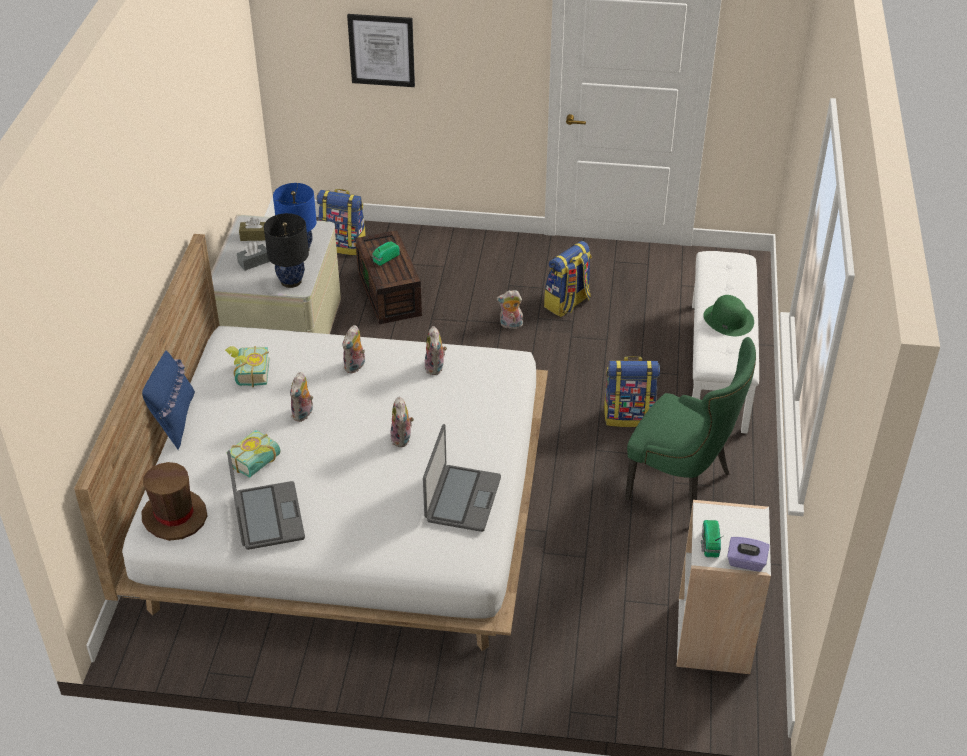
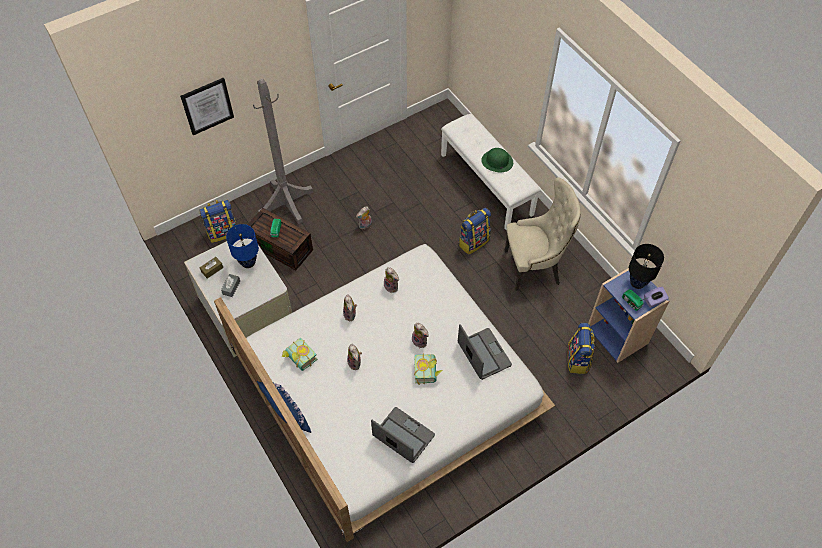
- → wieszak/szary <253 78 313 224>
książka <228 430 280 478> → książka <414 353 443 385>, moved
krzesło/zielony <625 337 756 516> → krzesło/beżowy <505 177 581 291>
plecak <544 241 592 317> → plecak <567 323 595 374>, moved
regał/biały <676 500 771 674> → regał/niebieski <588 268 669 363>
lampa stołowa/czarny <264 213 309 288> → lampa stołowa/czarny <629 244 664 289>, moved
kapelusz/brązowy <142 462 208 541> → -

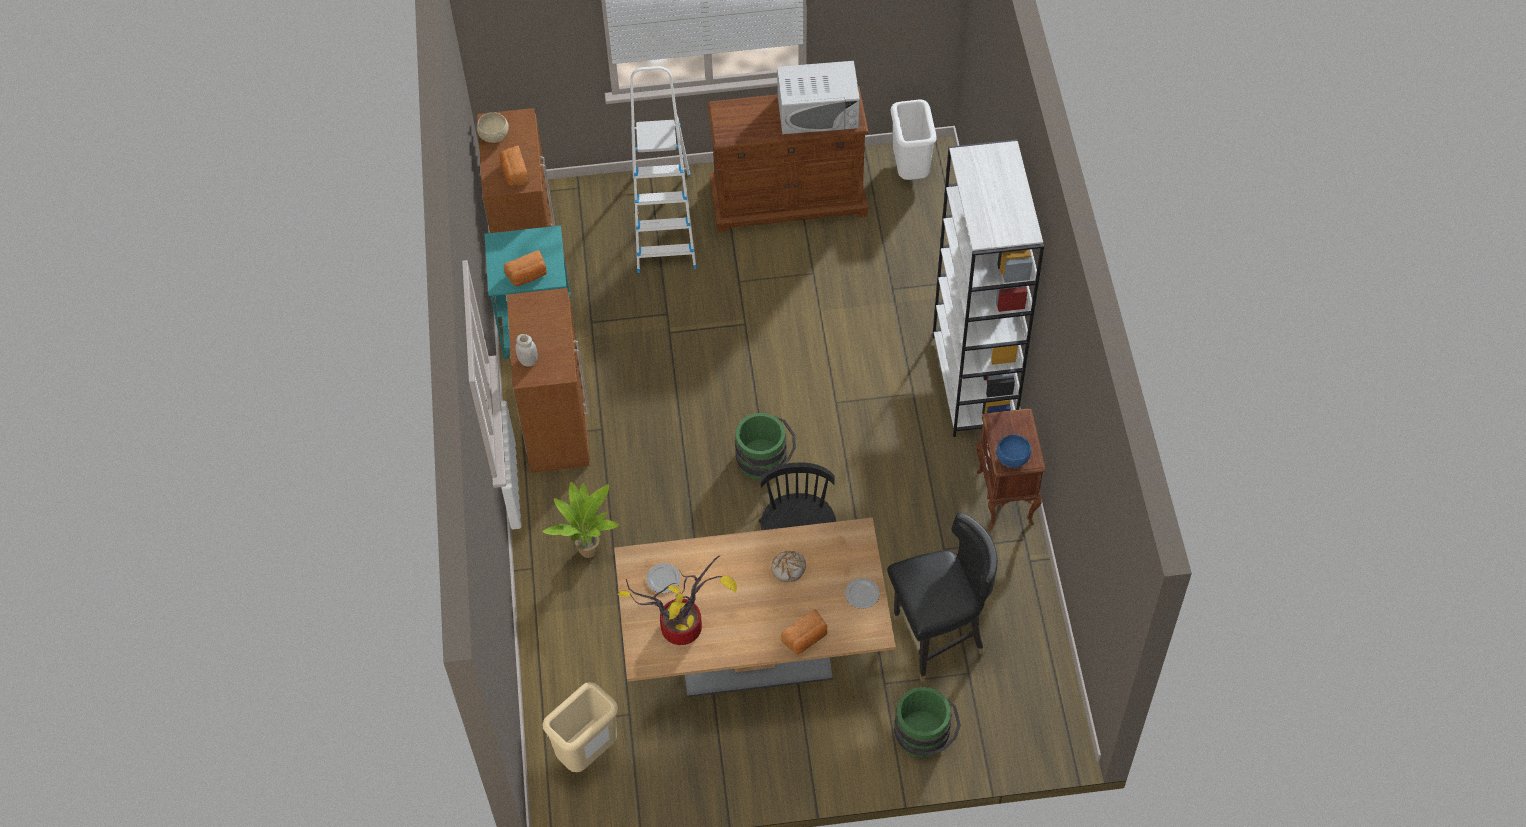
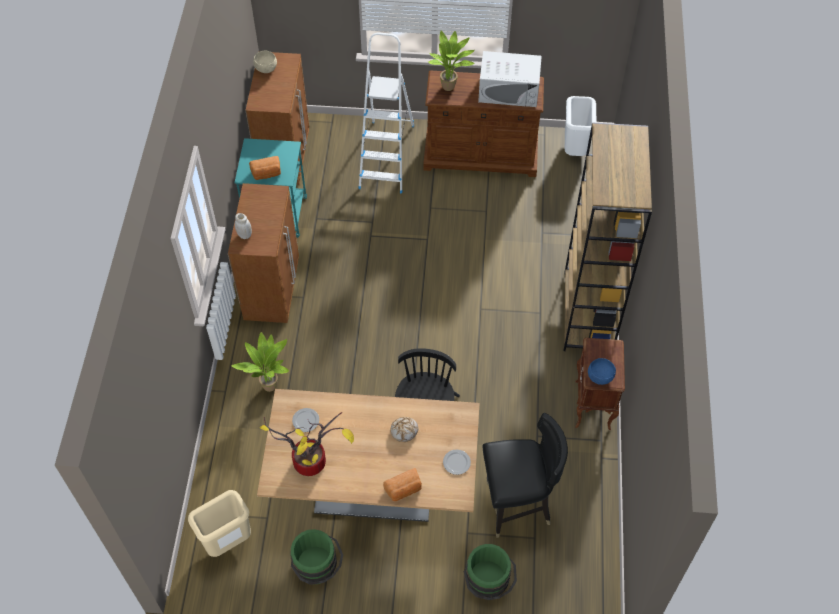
wiadro/zielony <735 413 796 479> → wiadro/zielony <290 529 343 585>, moved
- → roślina doniczkowa <428 30 475 91>
regał/biały <932 139 1044 437> → regał/brązowy <564 123 652 351>
chleb <499 146 529 186> → -

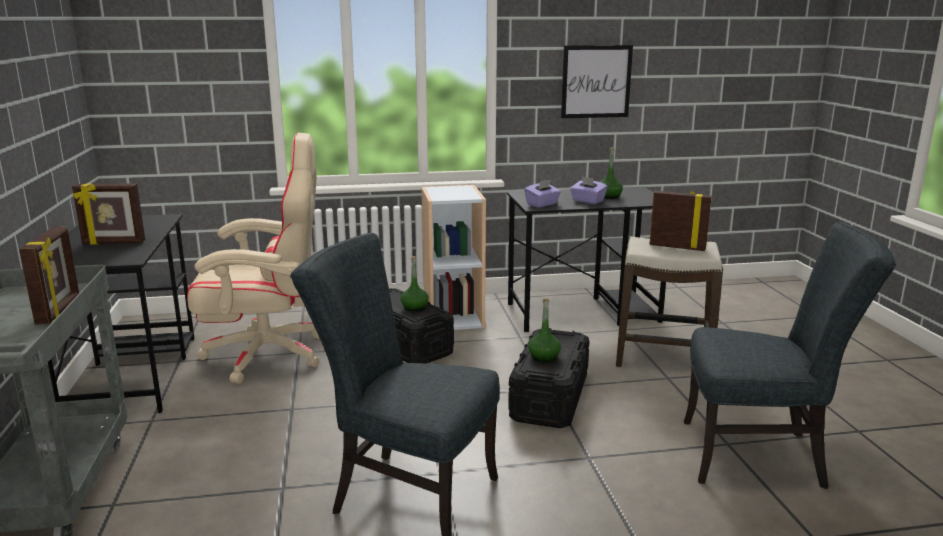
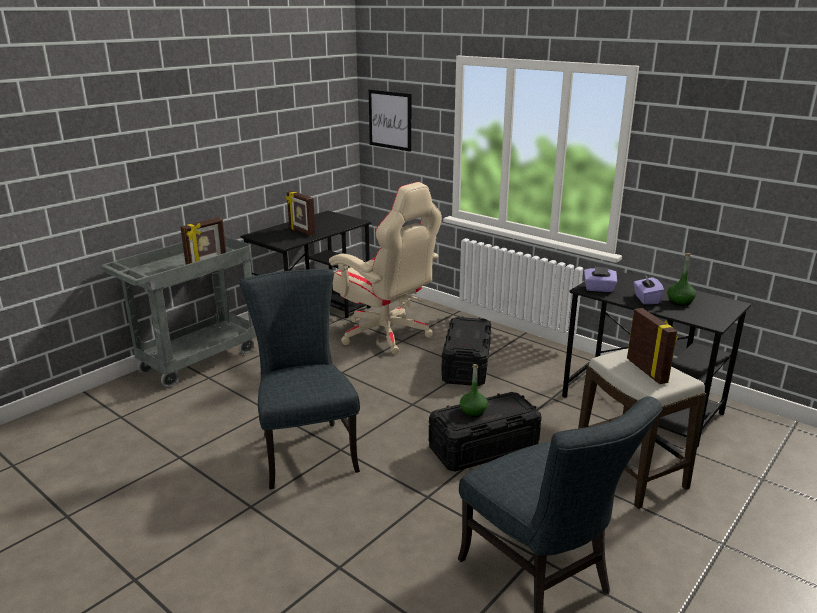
obraz <561 45 633 118> → obraz <369 90 411 152>, moved
butelka/zielony <401 256 429 311> → -
regał <421 185 486 330> → -

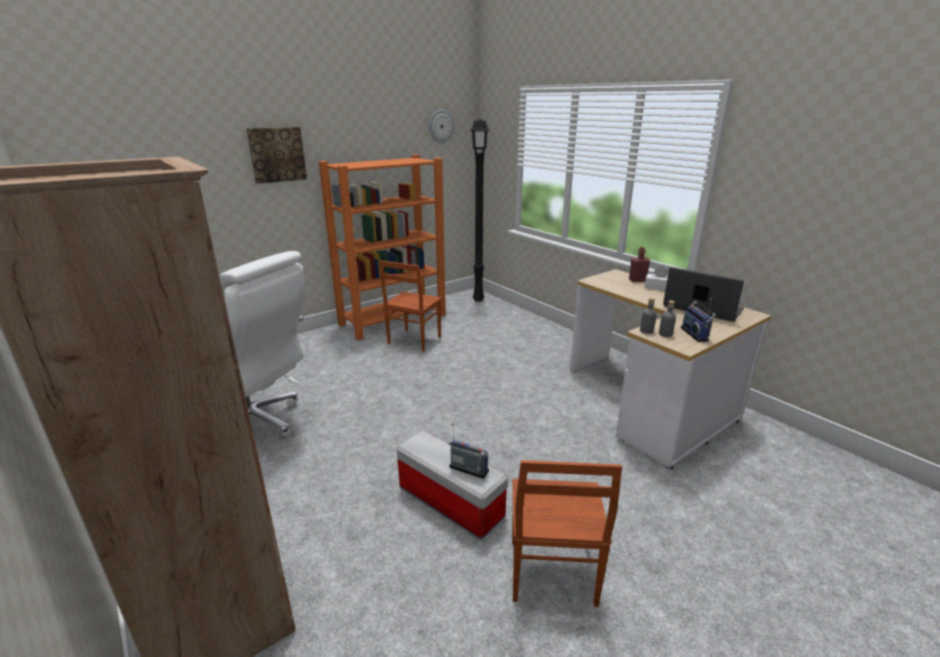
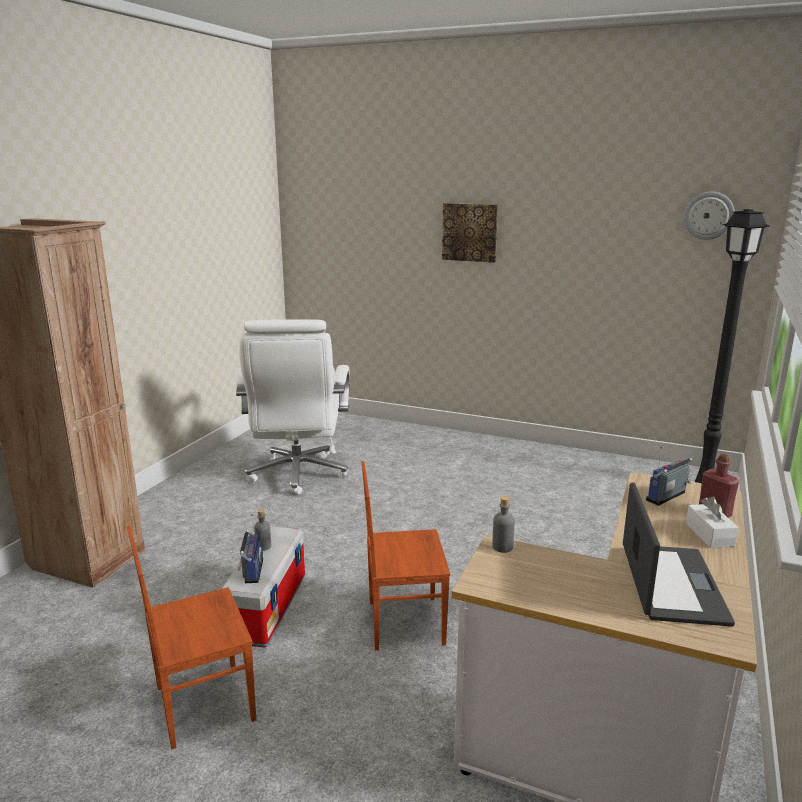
butelka/szary <659 300 676 337> → butelka/szary <254 509 271 551>, moved
krzesło/brązowy <380 260 441 352> → krzesło/brązowy <362 461 450 650>, moved
radio <681 298 716 342> → radio <646 446 693 506>, moved
regał/pomarańczowy <319 154 446 340> → -

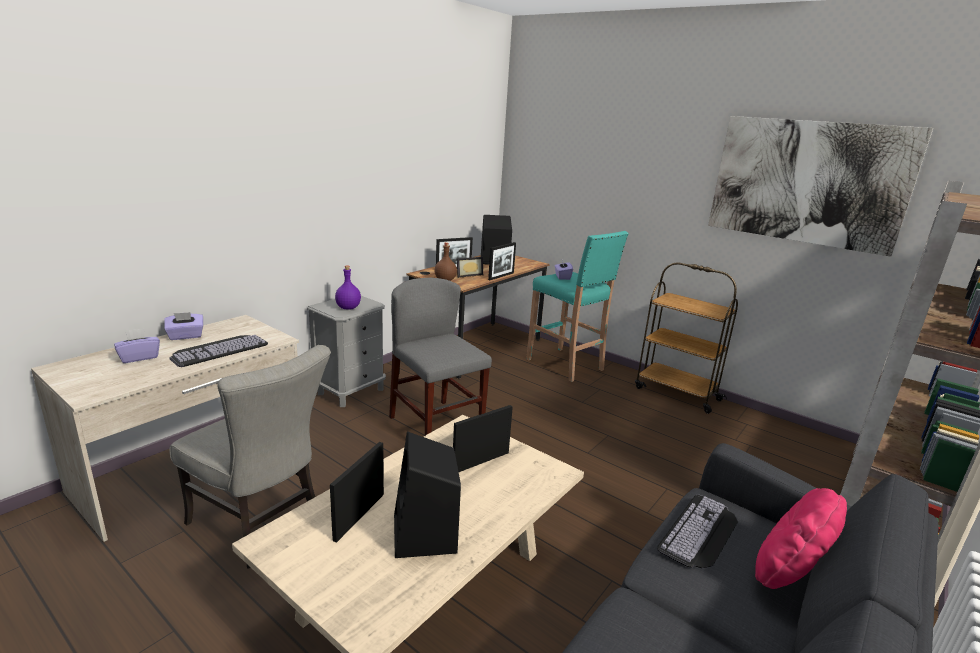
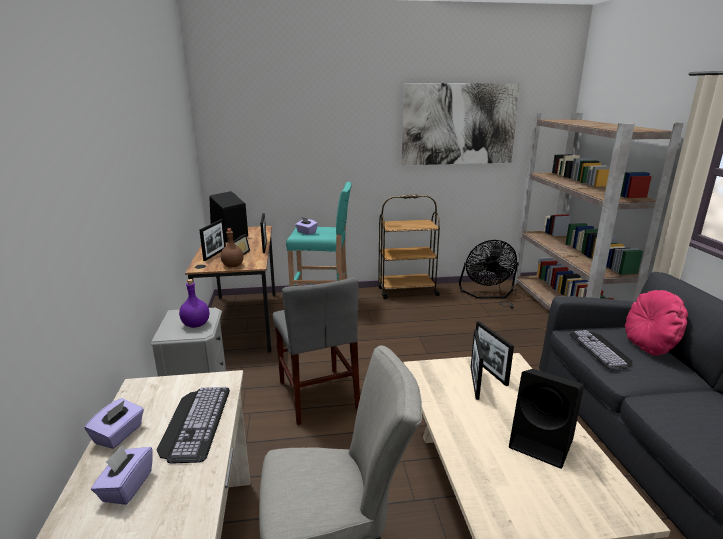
krzesło/szary <389 278 492 435> → krzesło/szary <273 277 360 425>, 120 degrees counterclockwise
- → wentylator/czarny <459 240 519 308>
ramka na zdjęcie <330 442 384 543> → ramka na zdjęcie <476 321 514 386>, moved

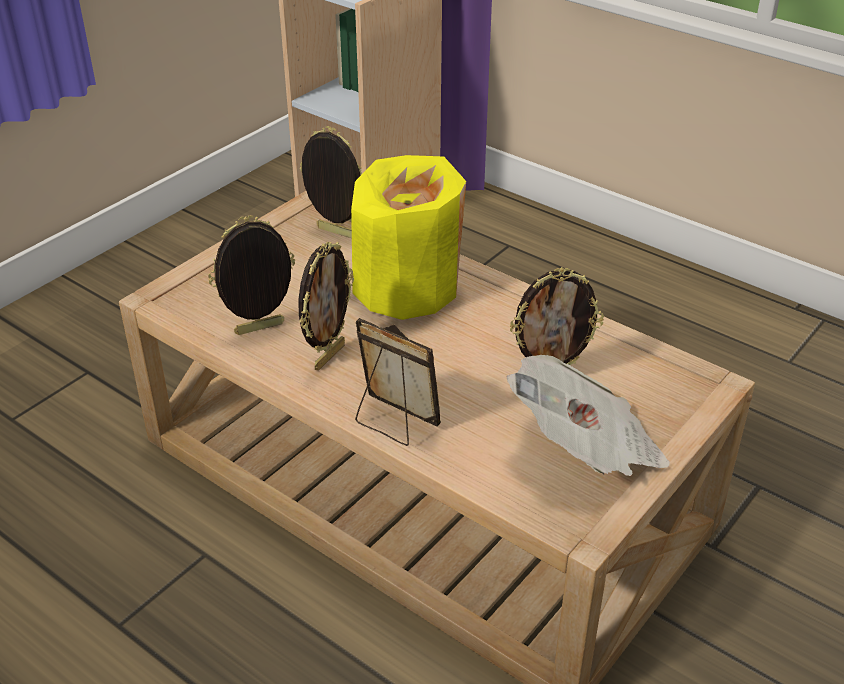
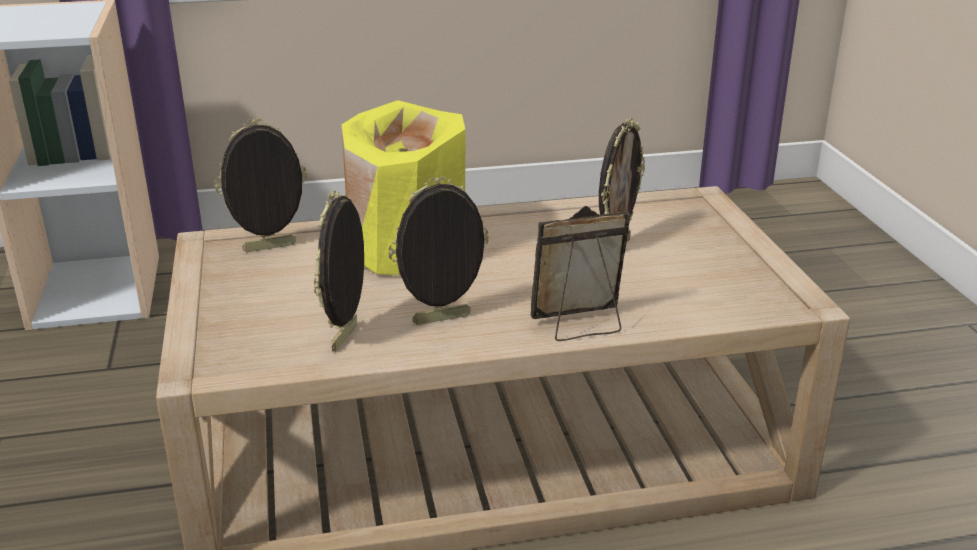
ramka na zdjęcie <299 241 354 371> → ramka na zdjęcie <388 177 489 325>, 90 degrees counterclockwise
gazeta <507 355 670 476> → -

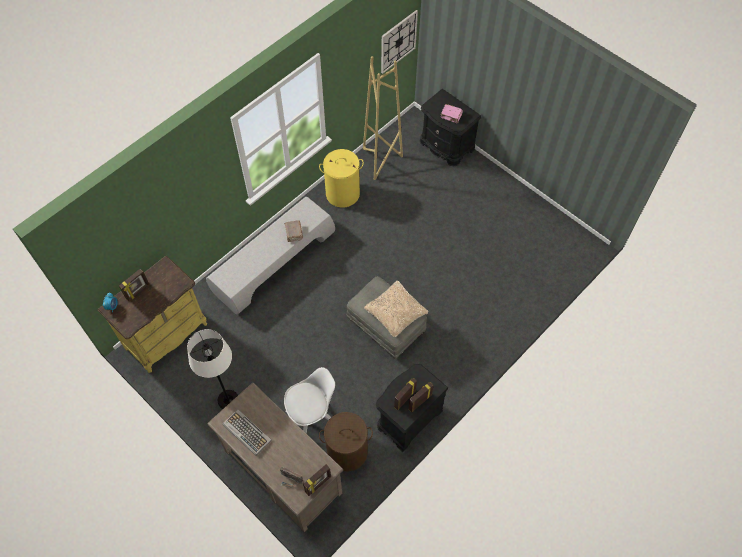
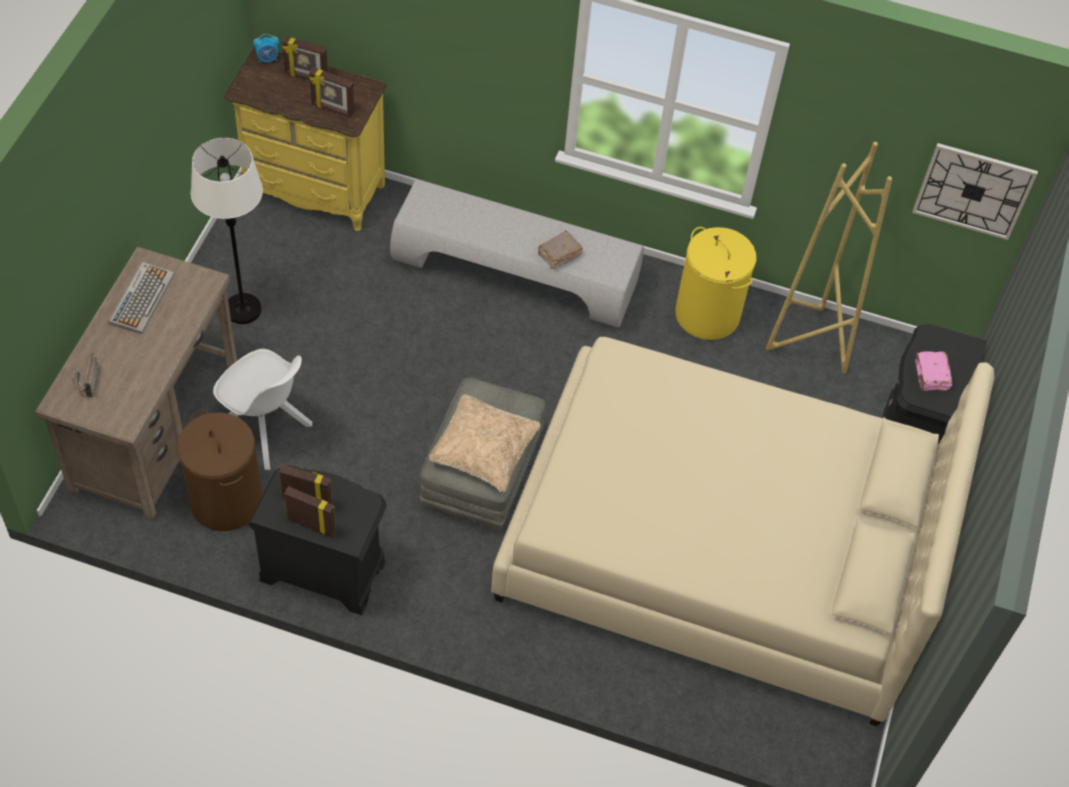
ramka na zdjęcie <303 464 331 496> → ramka na zdjęcie <309 67 354 118>, moved
- → łóżko/beżowy <491 337 995 726>

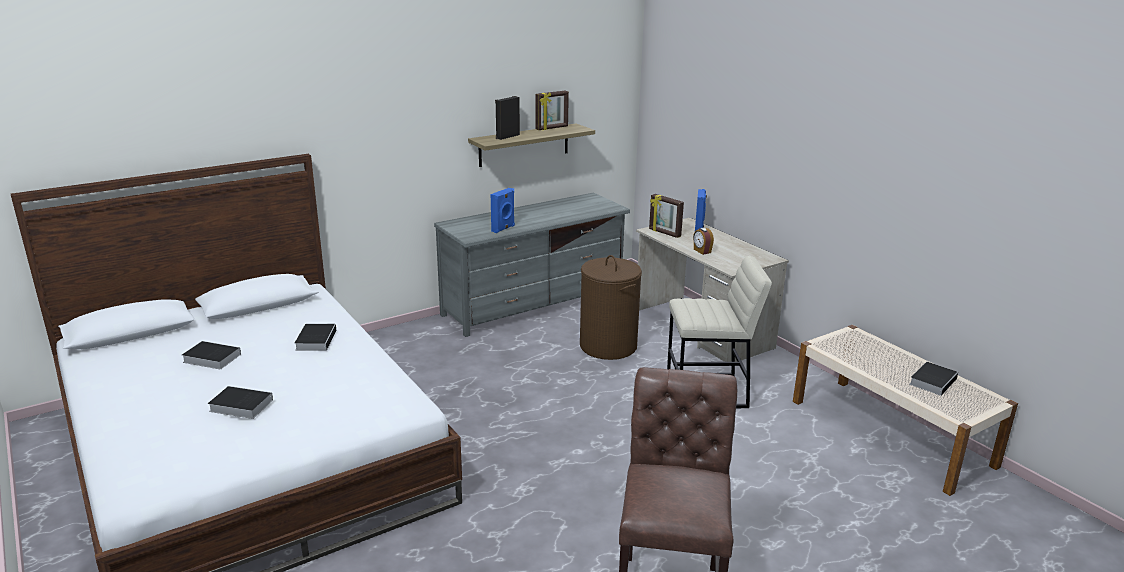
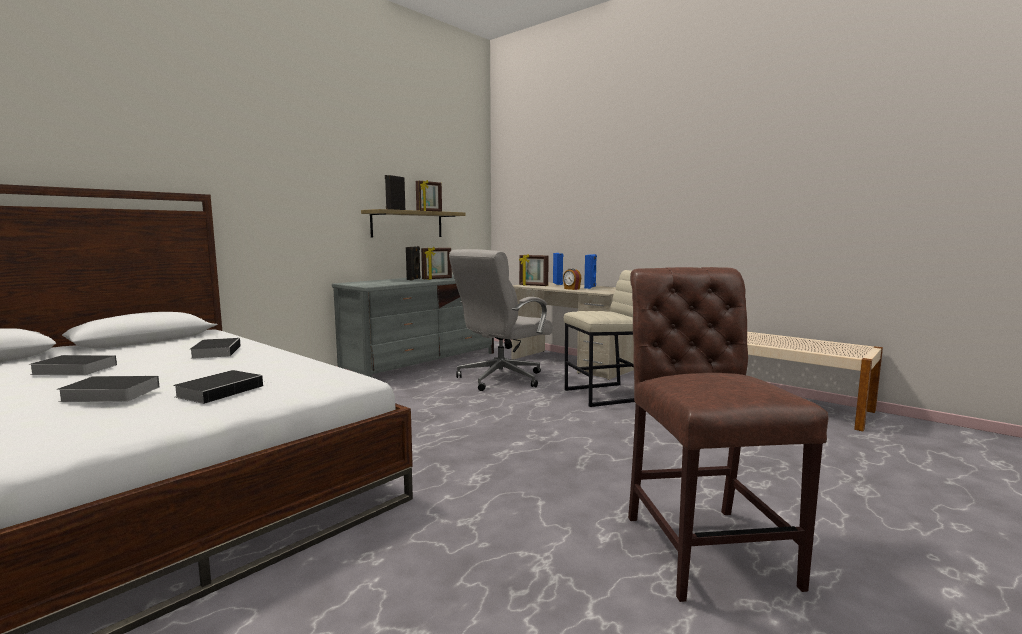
książka <909 362 958 396> → książka <173 370 269 404>, moved
- → głośnik/czarny <406 246 421 280>
- → ramka na zdjęcie <421 247 452 280>
kosz na pranie/brązowy <580 255 642 360> → krzesło biurowe/szary <449 249 553 391>
głośnik/niebieski <491 188 515 233> → głośnik/niebieski <584 254 597 289>, moved

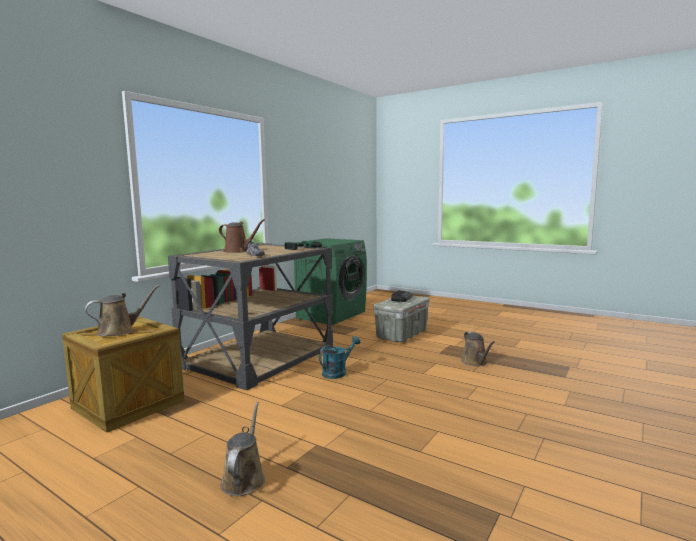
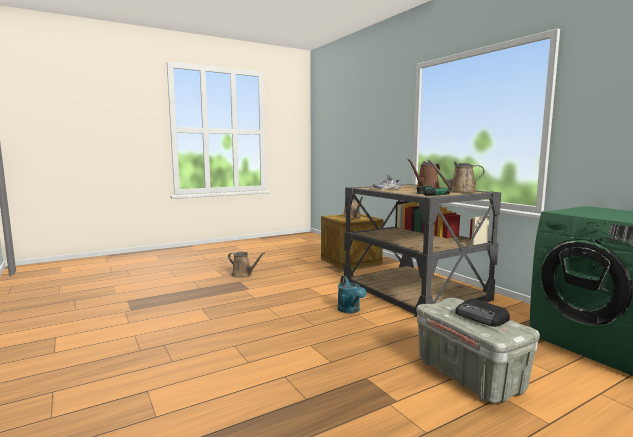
konewka/brązowy <461 331 495 366> → konewka/brązowy <427 159 484 193>, moved

